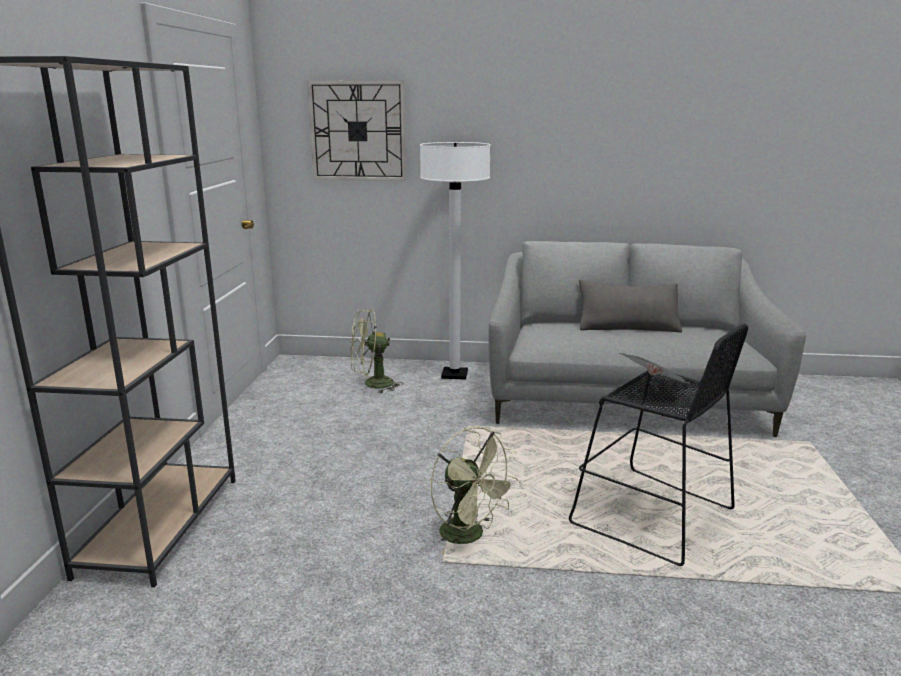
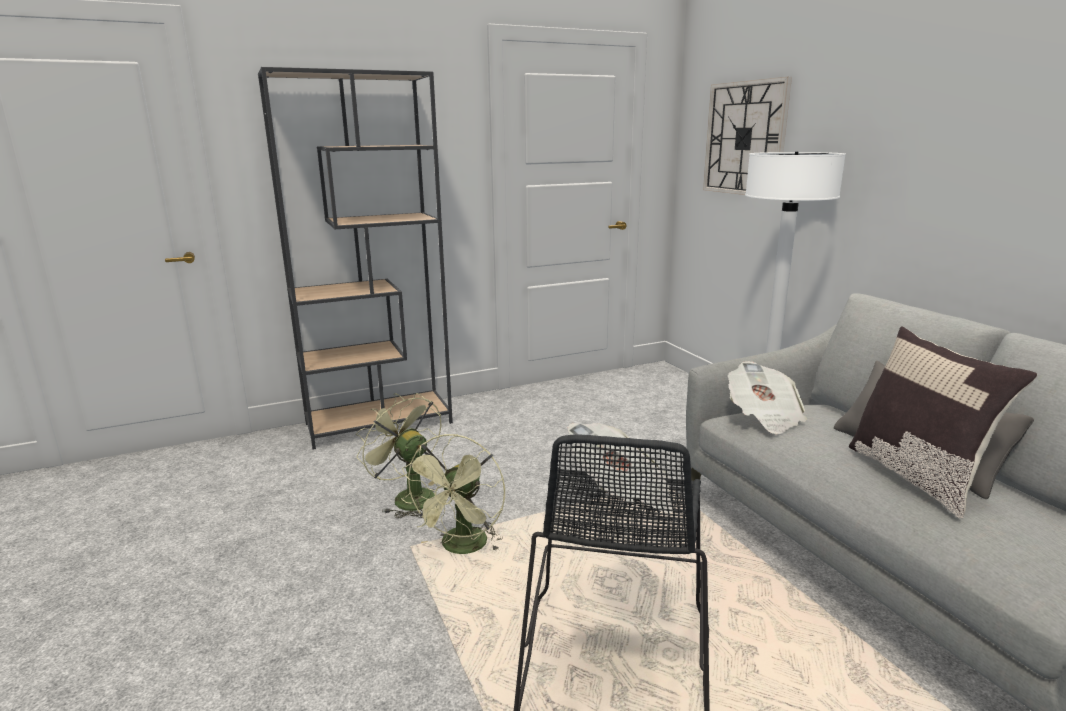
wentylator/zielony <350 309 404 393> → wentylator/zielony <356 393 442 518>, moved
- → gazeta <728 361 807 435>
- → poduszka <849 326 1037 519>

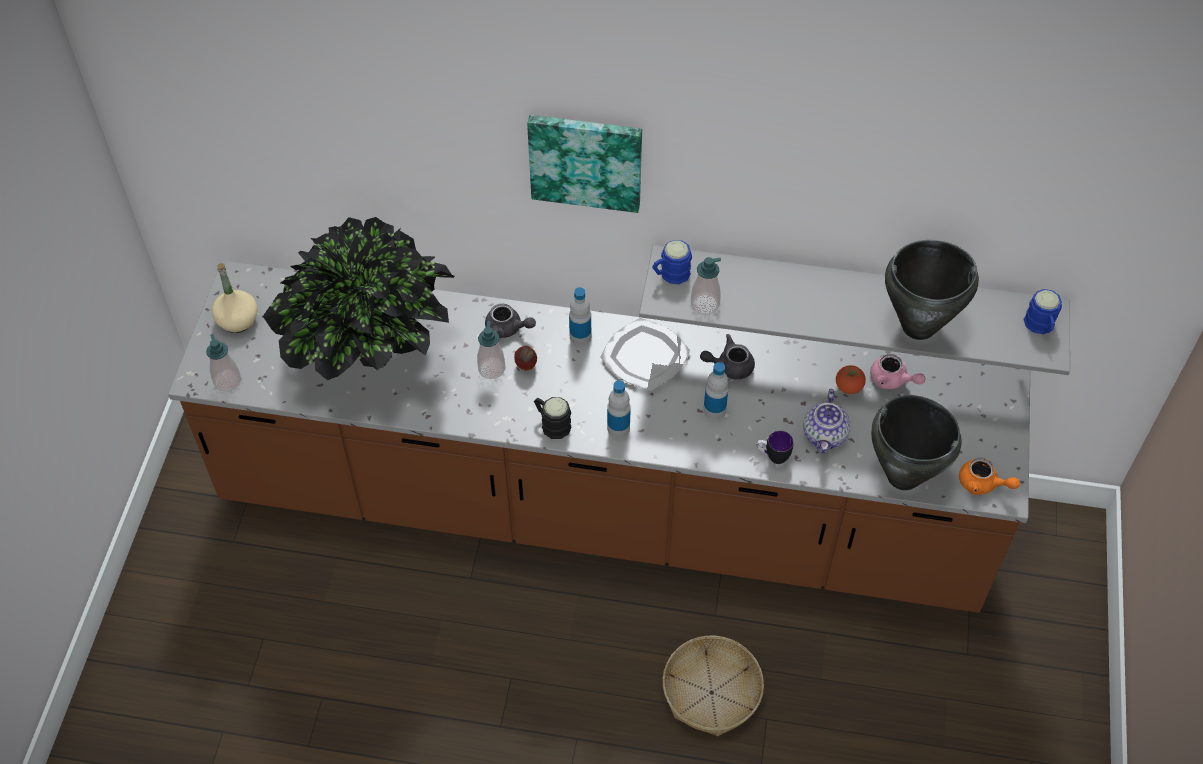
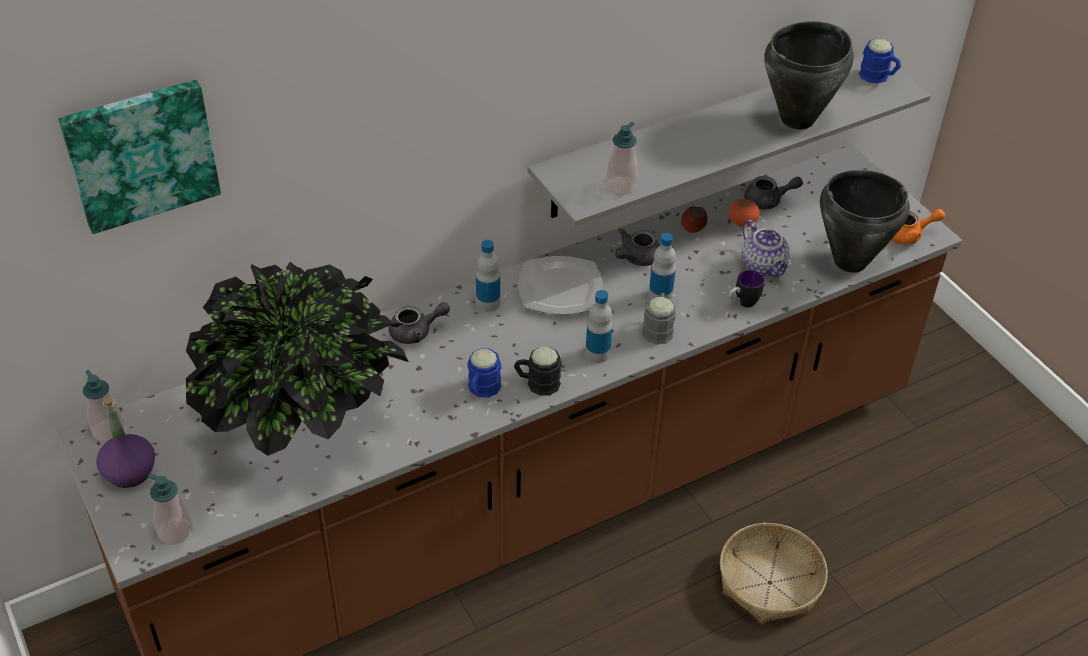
obraz <527 115 642 213> → obraz <58 80 221 234>, moved
dozownik mydła <477 321 505 379> → dozownik mydła <83 370 125 442>, moved
butelka/beżowy <212 263 258 333> → butelka/fioletowy <96 397 155 488>
kubek/niebieski <652 240 692 284> → kubek/niebieski <468 348 502 398>, moved
- → kubek/szary <642 293 676 344>
jabłko <514 346 537 371> → jabłko <681 206 707 233>, moved
imbryk/różowy <870 354 926 389> → imbryk/szary <744 176 803 210>

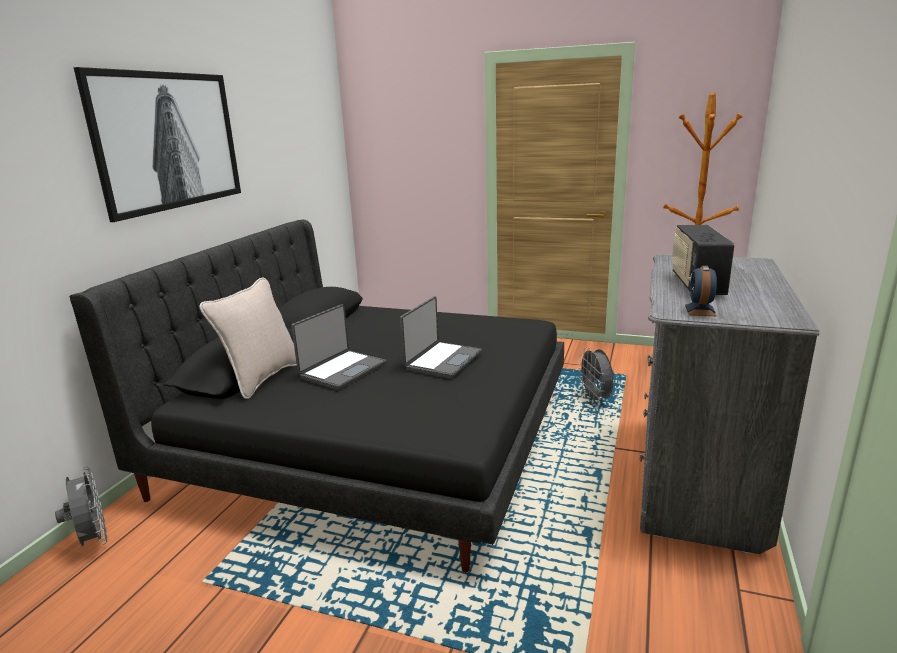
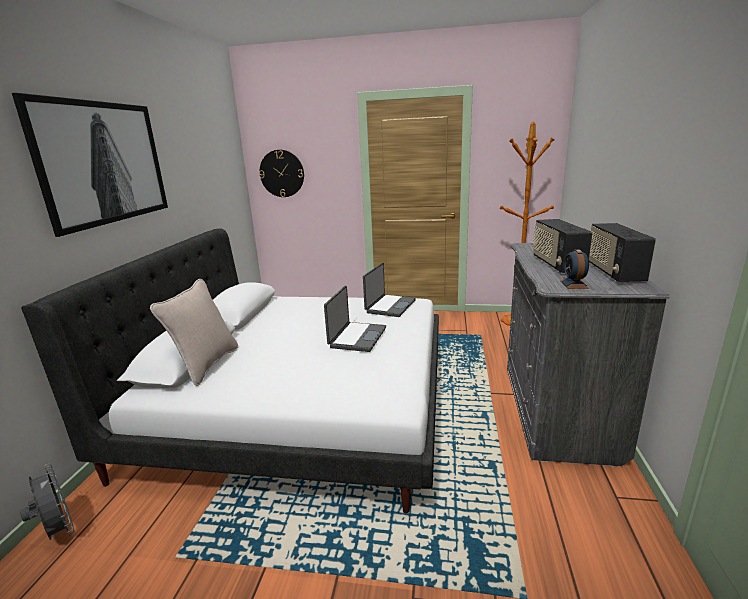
łóżko/czarny <70 220 564 572> → łóżko/biały <21 228 439 514>
- → zegar ścienny <259 150 304 197>
laptop <291 304 386 390> → laptop <363 263 416 317>, moved
- → radio <589 223 656 282>
wentylator/szary <577 347 614 404> → -

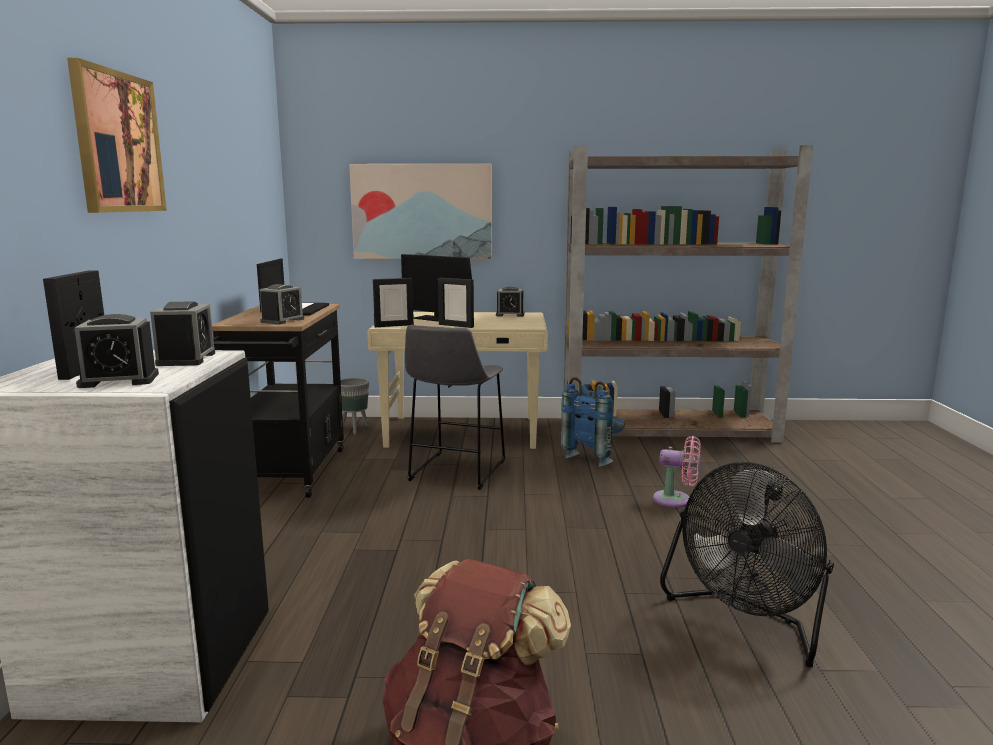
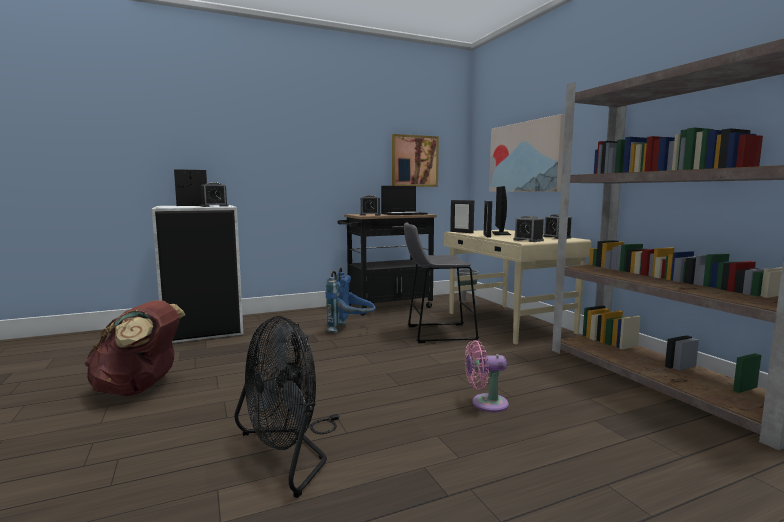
wentylator/czarny <660 462 834 668> → wentylator/czarny <234 316 341 498>, 60 degrees counterclockwise
plecak/niebieski <561 377 625 467> → plecak/niebieski <326 267 376 333>, moved
obraz <67 58 167 213> → obraz <392 134 439 187>, moved
wentylator/różowy <653 436 700 508> → wentylator/różowy <465 340 509 412>, 90 degrees clockwise
budzik <73 314 159 388> → budzik <513 216 544 242>, moved

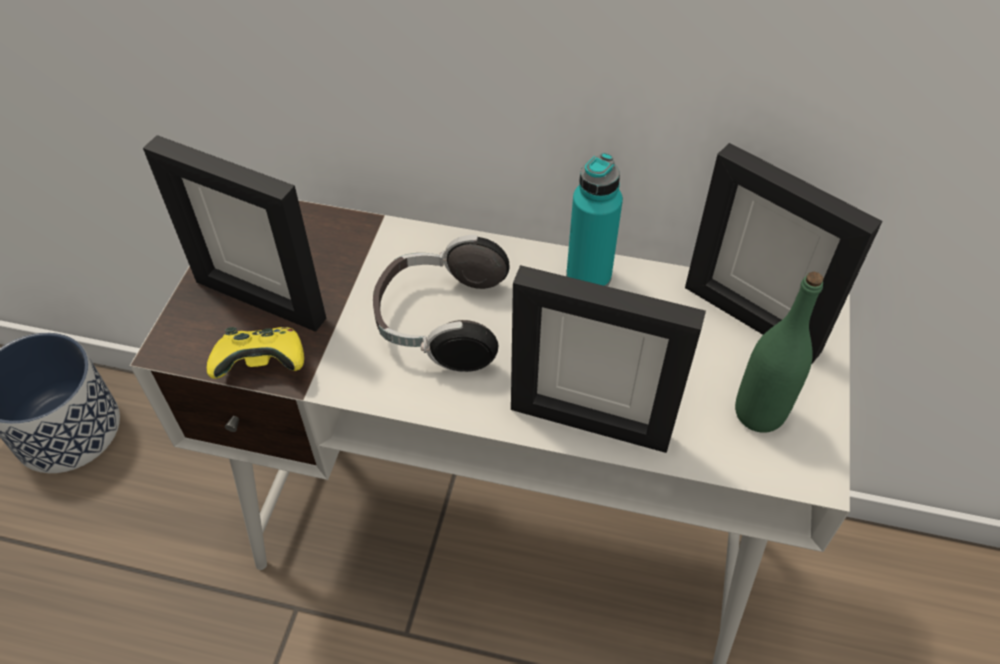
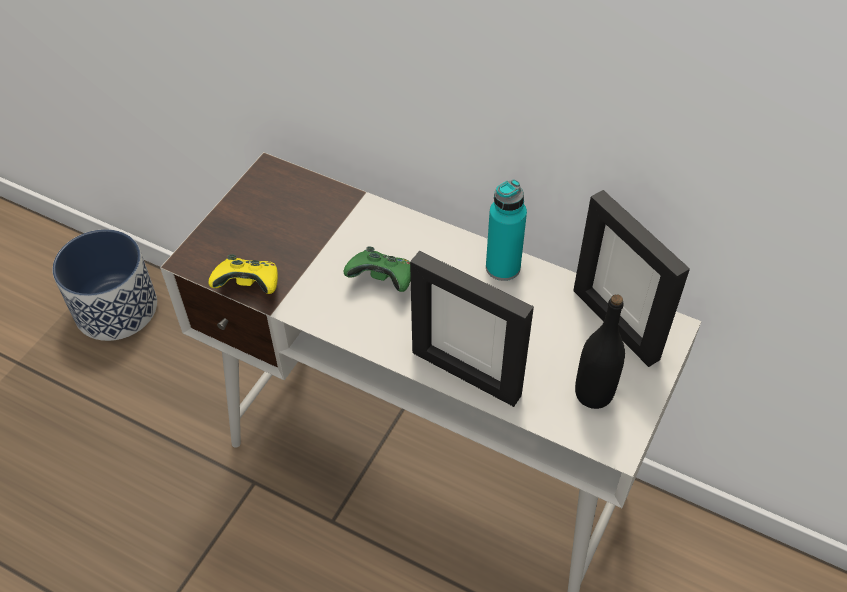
słuchawki <373 235 510 372> → pad do gier/zielony <343 246 411 292>
butelka/zielony <735 272 823 433> → butelka/czarny <575 295 625 409>
ramka na zdjęcie <143 135 326 332> → -

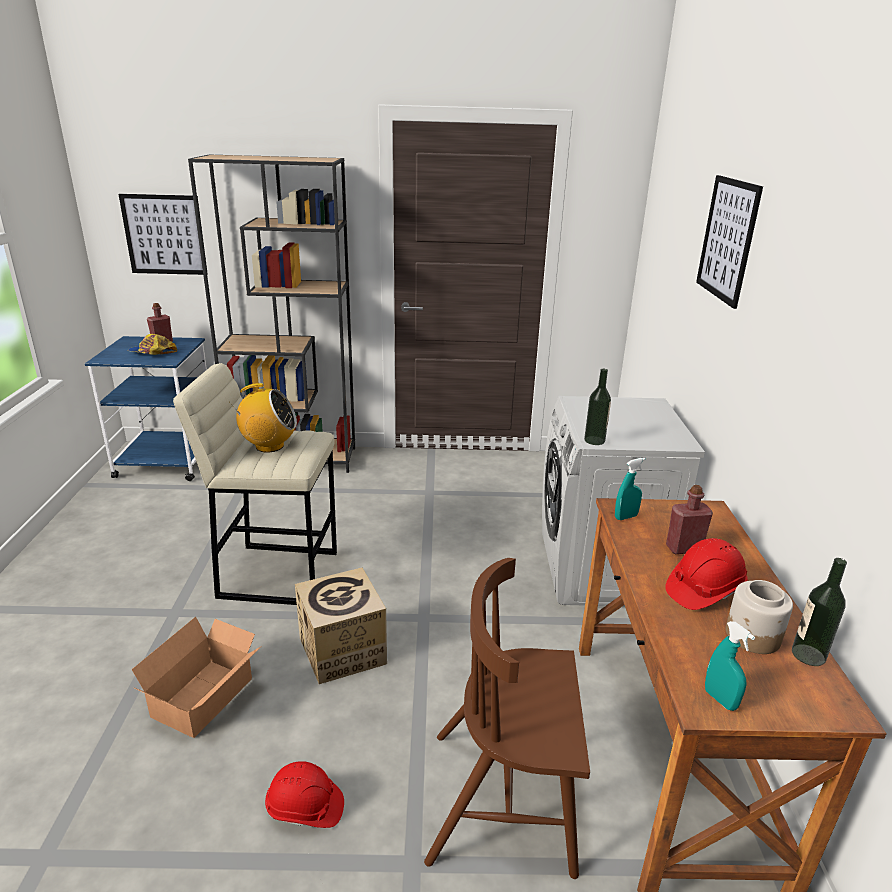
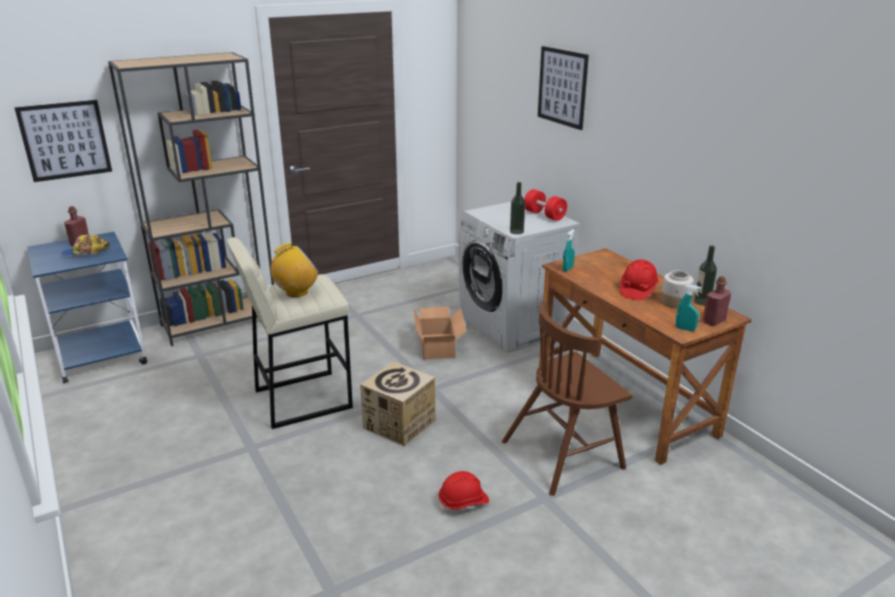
karton <131 617 262 738> → karton <413 307 467 359>, moved
- → hantel/czerwony <524 189 567 221>
butelka/czerwony <666 485 713 554> → butelka/czerwony <703 276 731 326>, moved

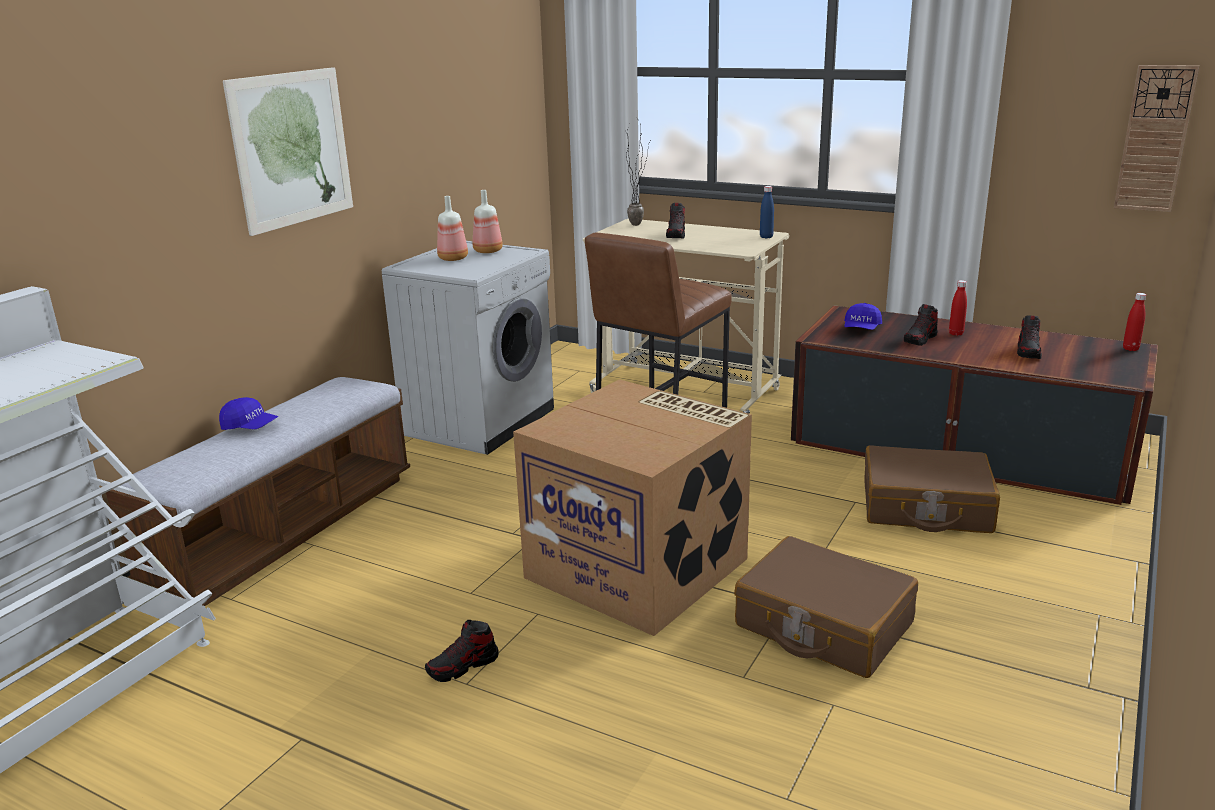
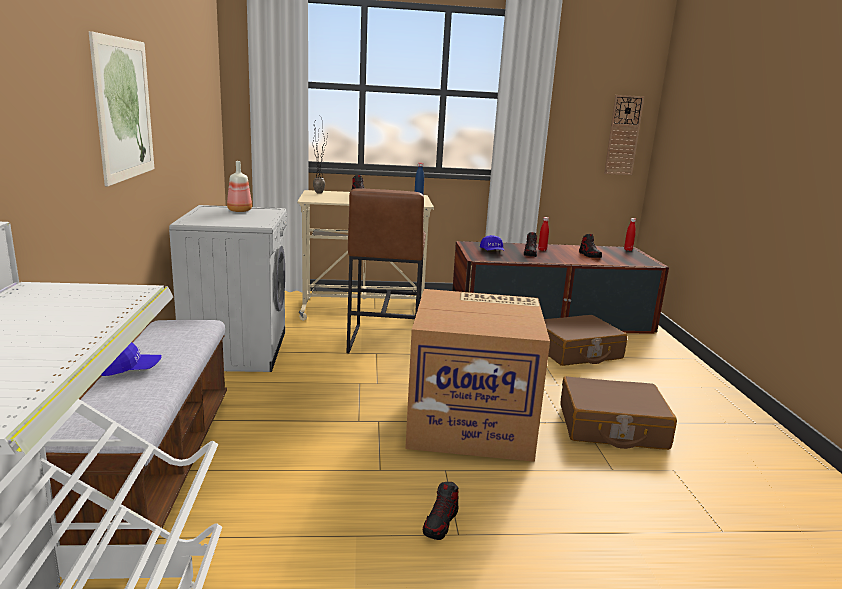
butelka <437 196 468 261> → -

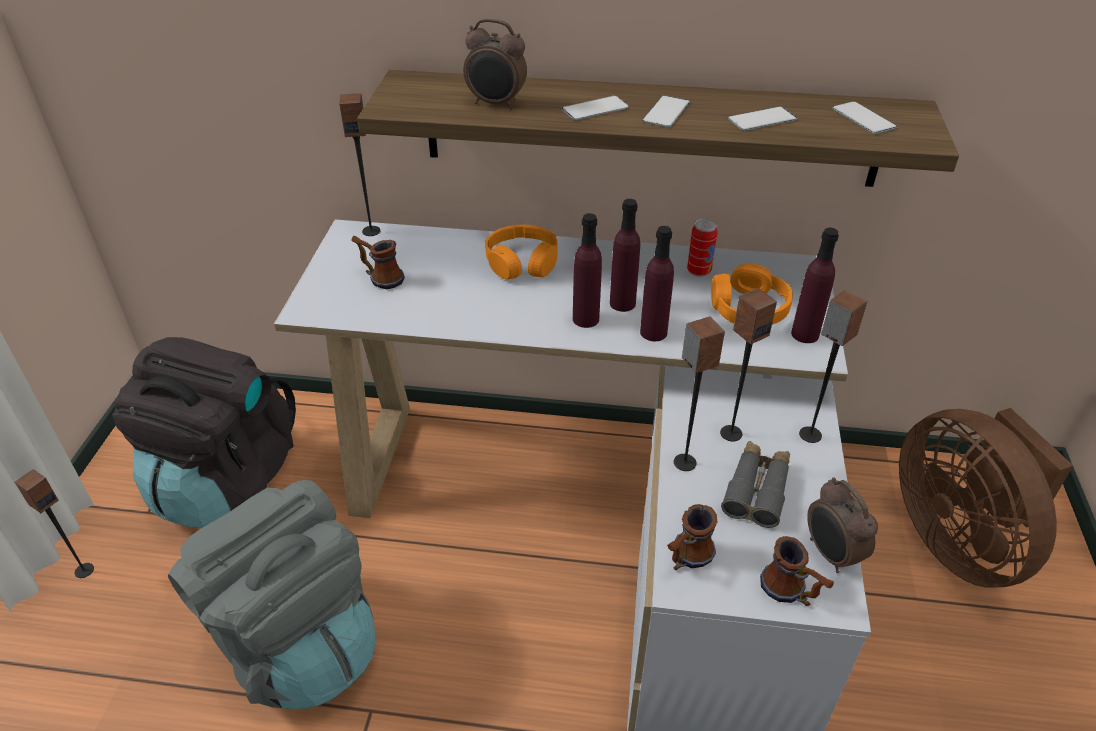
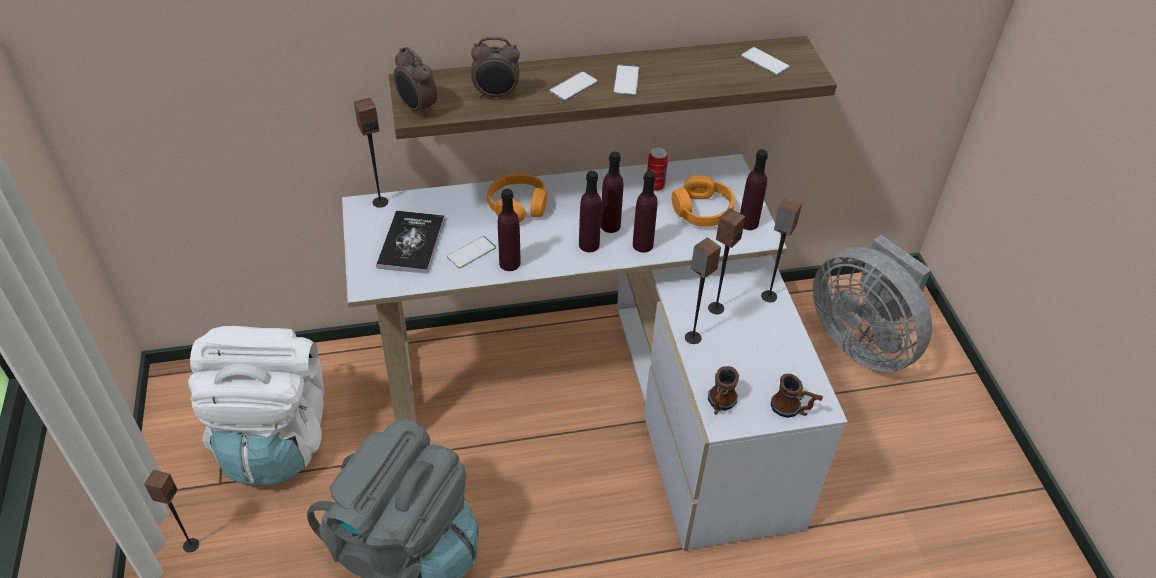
plecak/czarny <112 337 296 527> → plecak/biały <188 326 324 485>
kubek <351 236 405 289> → książka <376 211 445 274>
budzik <807 478 878 573> → budzik <394 47 437 118>, moved
telefon <728 106 797 131> → telefon <447 236 496 268>, moved
- → butelka/fioletowy <498 189 520 271>
wentylator/brązowy <899 408 1073 588> → wentylator/szary <813 235 932 372>
lornetka/szary <721 441 790 528> → -

